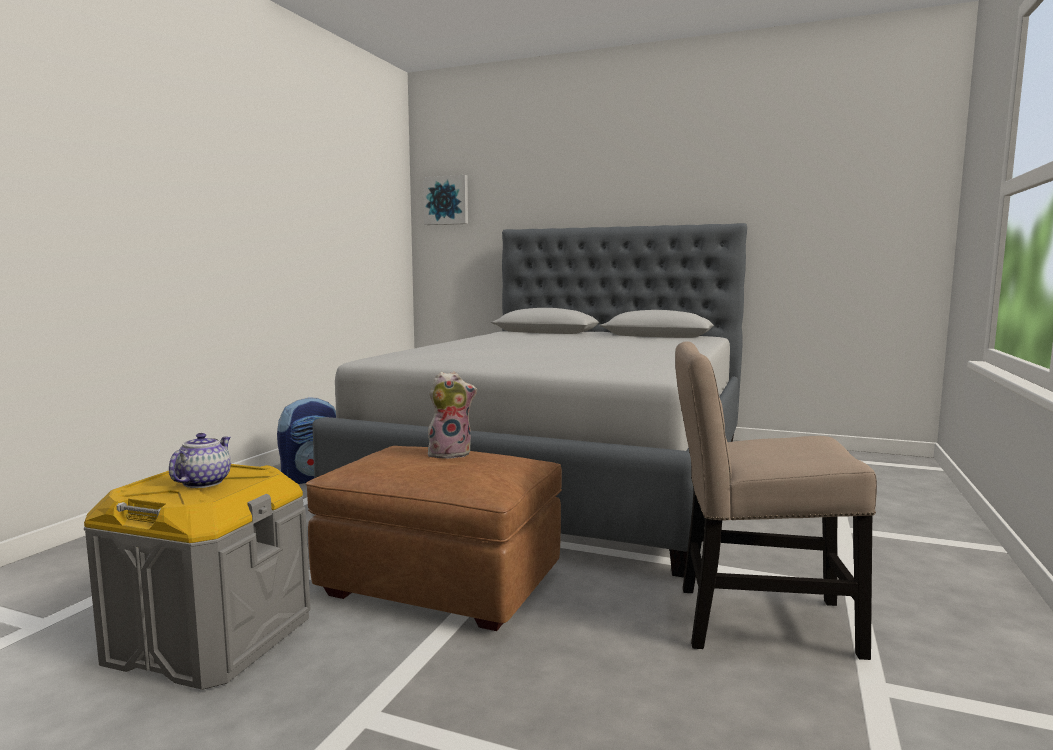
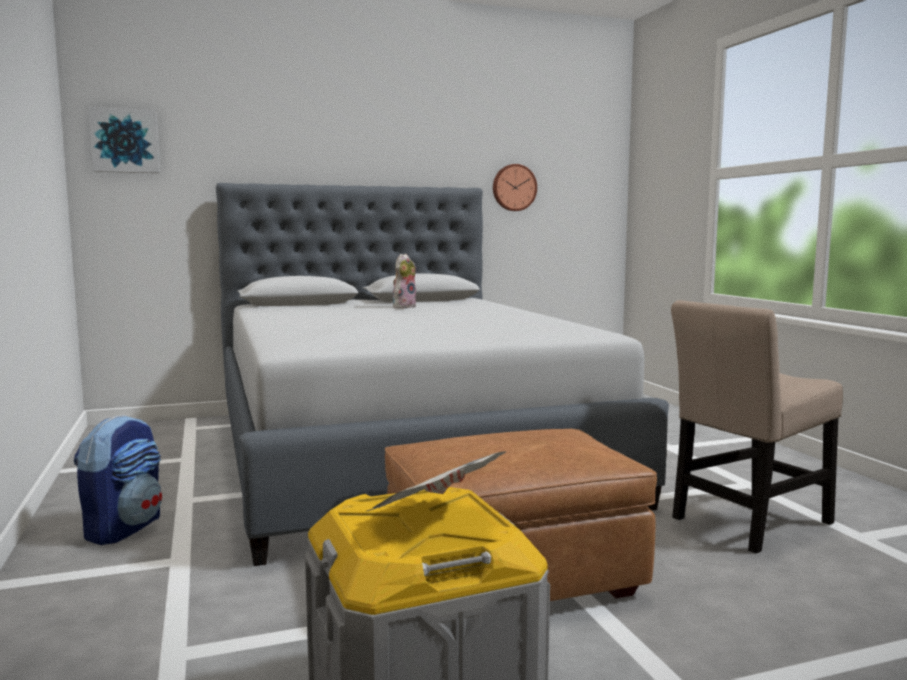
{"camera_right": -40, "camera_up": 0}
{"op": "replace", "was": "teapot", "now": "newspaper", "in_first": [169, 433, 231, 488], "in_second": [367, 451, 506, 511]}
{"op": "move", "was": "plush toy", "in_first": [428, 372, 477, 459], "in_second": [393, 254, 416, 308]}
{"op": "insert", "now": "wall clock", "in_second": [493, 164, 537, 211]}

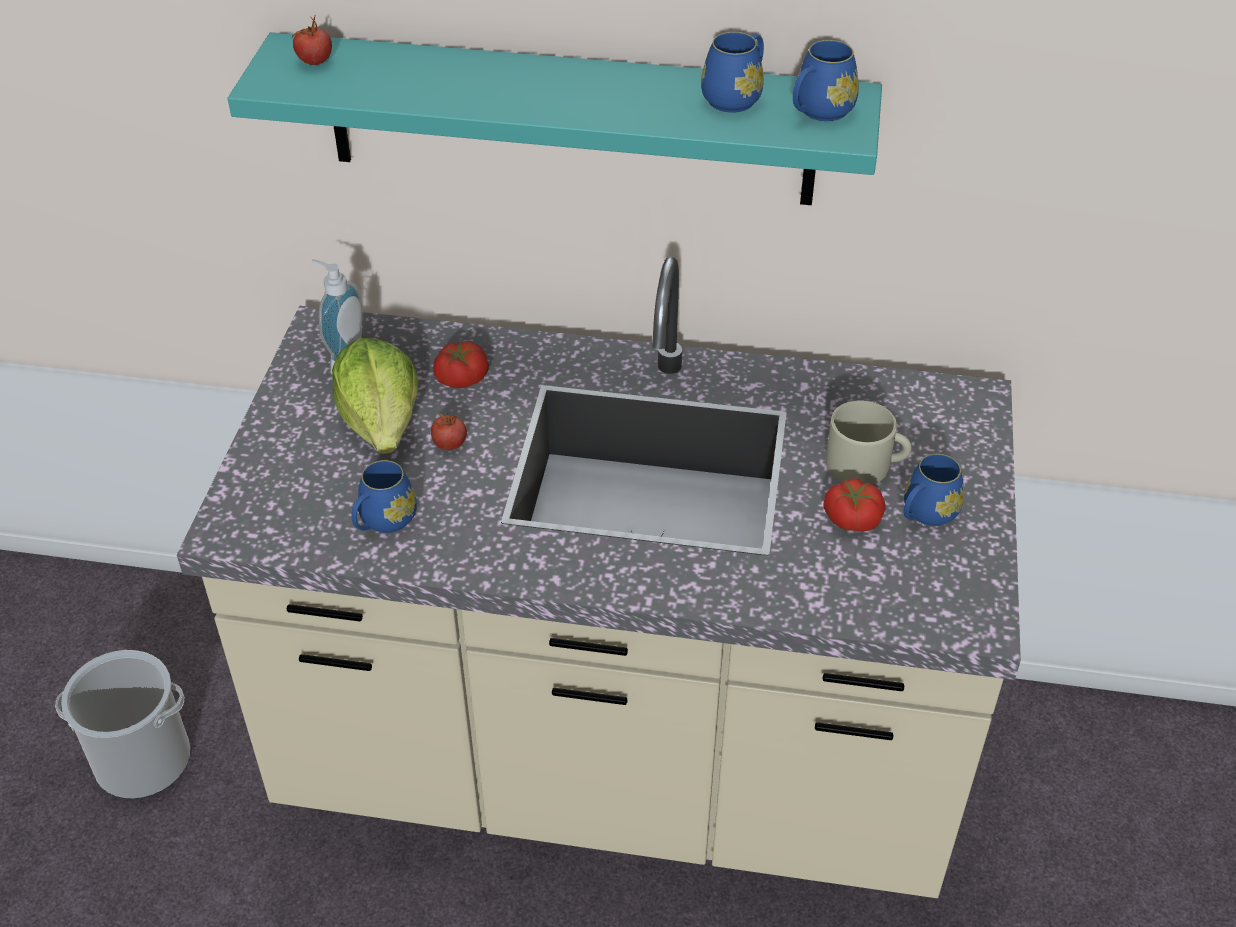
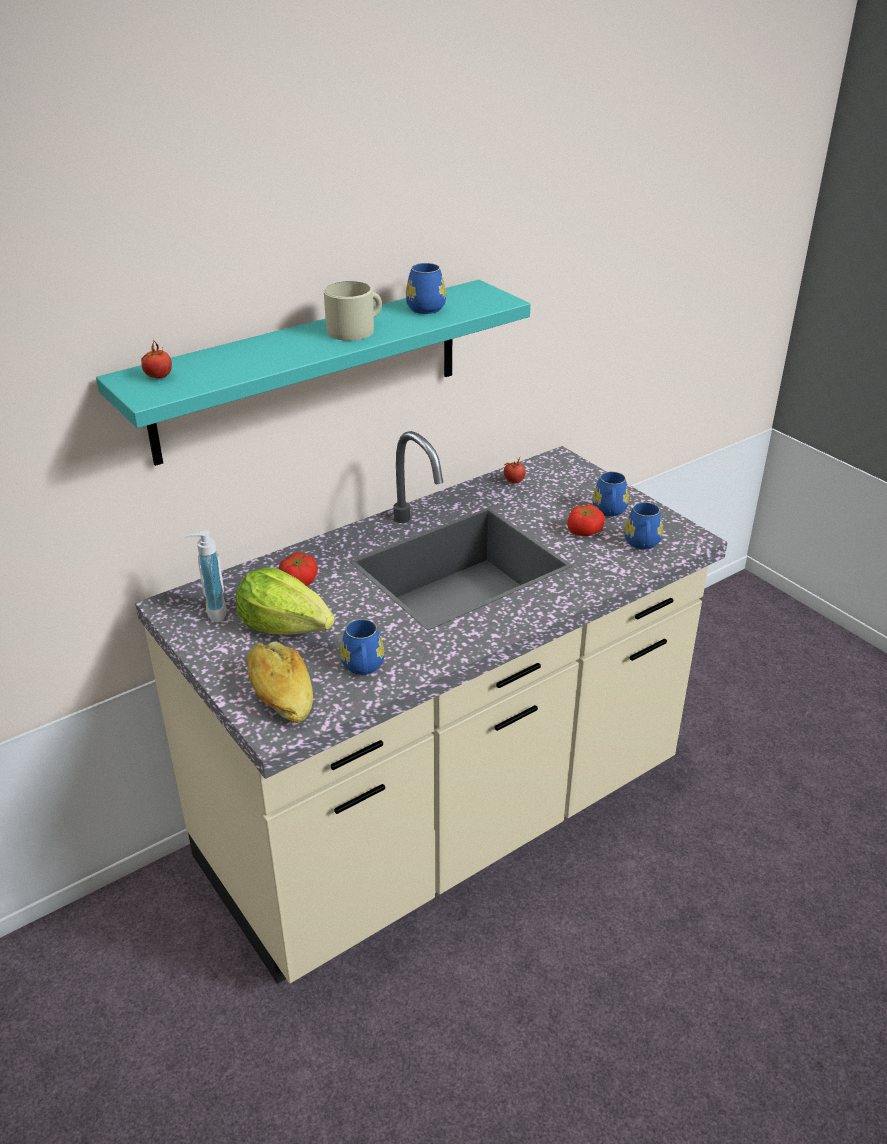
{"camera_right": -45, "camera_up": -10}
{"op": "delete", "was": "bucket", "in_first": [55, 650, 190, 799]}
{"op": "move", "was": "tomato", "in_first": [431, 413, 467, 450], "in_second": [504, 458, 526, 483]}
{"op": "move", "was": "blue mug", "in_first": [793, 40, 859, 121], "in_second": [624, 502, 663, 550]}
{"op": "move", "was": "beige mug", "in_first": [826, 400, 912, 485], "in_second": [324, 281, 382, 341]}
{"op": "insert", "now": "bread", "in_second": [247, 642, 313, 723]}

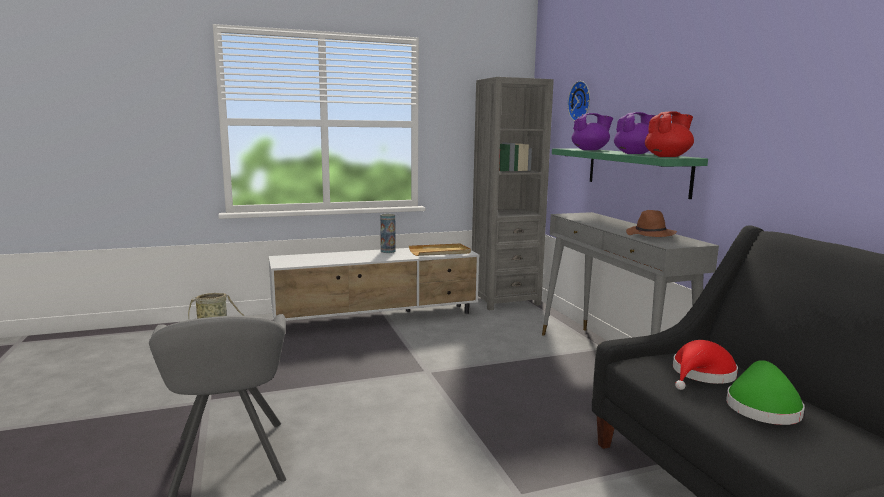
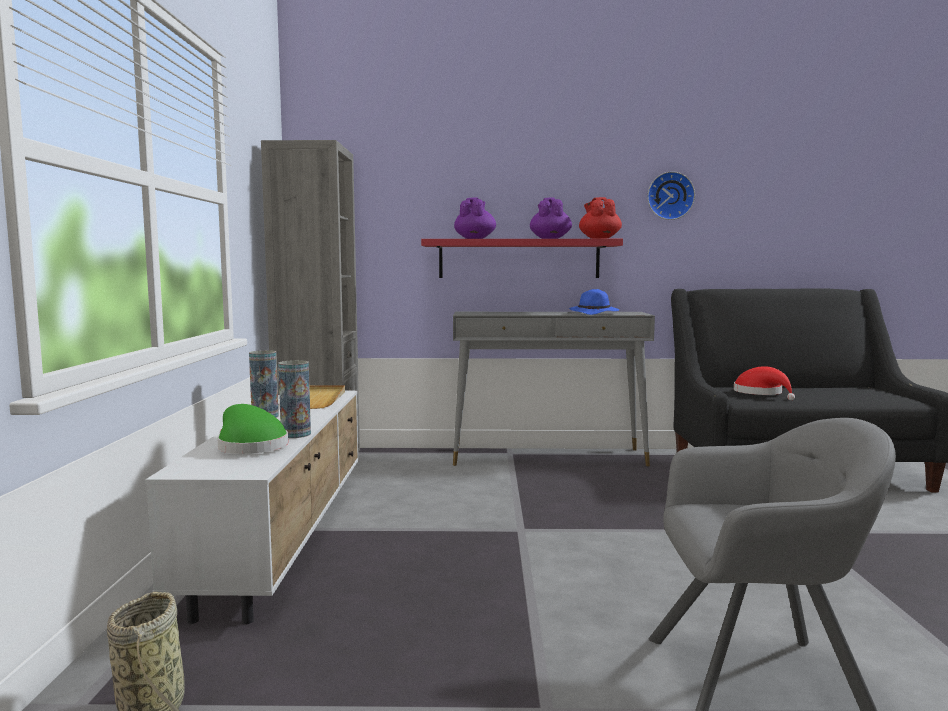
{"camera_right": -70, "camera_up": -5}
{"op": "recolor", "was": "green shelf", "now": "red shelf", "in_first": [552, 149, 708, 199], "in_second": [421, 239, 623, 278]}
{"op": "move", "was": "wall clock", "in_first": [568, 81, 590, 121], "in_second": [647, 171, 695, 220]}
{"op": "recolor", "was": "brown hat", "now": "blue hat", "in_first": [626, 210, 677, 237], "in_second": [569, 289, 619, 315]}
{"op": "move", "was": "green hat", "in_first": [726, 360, 805, 425], "in_second": [217, 404, 288, 454]}
{"op": "insert", "now": "vase", "in_second": [278, 360, 311, 438]}

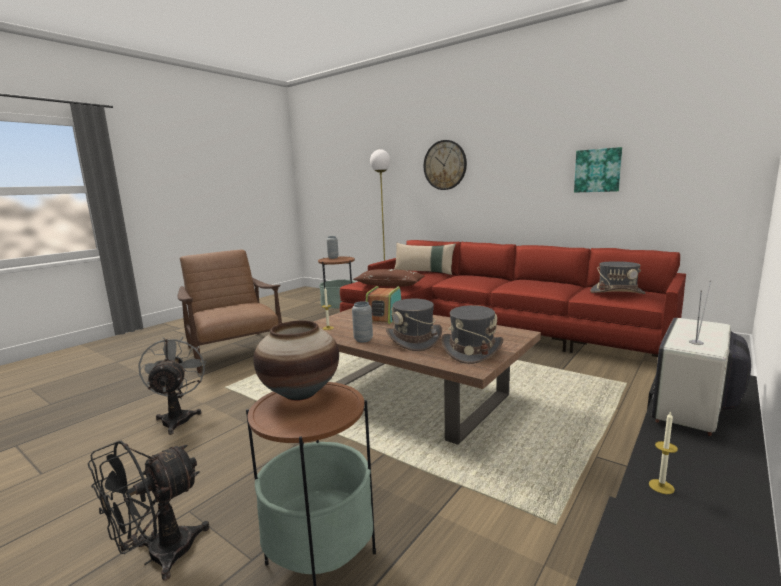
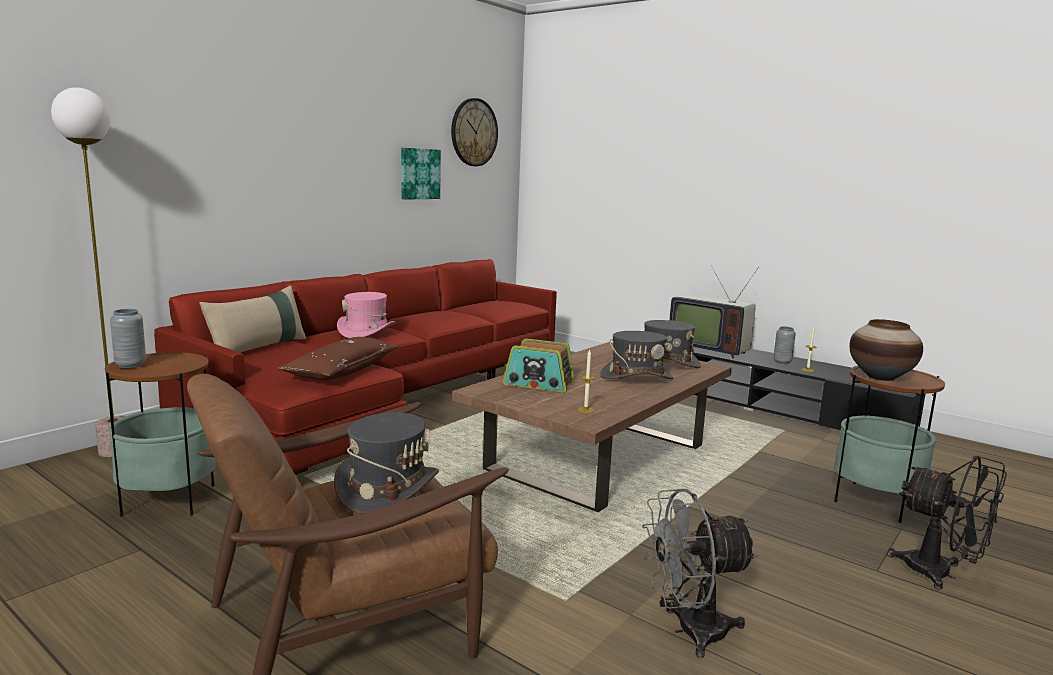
{"camera_right": -90, "camera_up": 0}
{"op": "move", "was": "grey vase", "in_first": [352, 301, 373, 343], "in_second": [773, 326, 796, 364]}
{"op": "move", "was": "wall clock", "in_first": [424, 140, 467, 190], "in_second": [451, 98, 498, 166]}
{"op": "move", "was": "grey hat", "in_first": [590, 261, 646, 294], "in_second": [334, 413, 439, 514]}
{"op": "insert", "now": "pink hat", "in_second": [337, 292, 395, 338]}

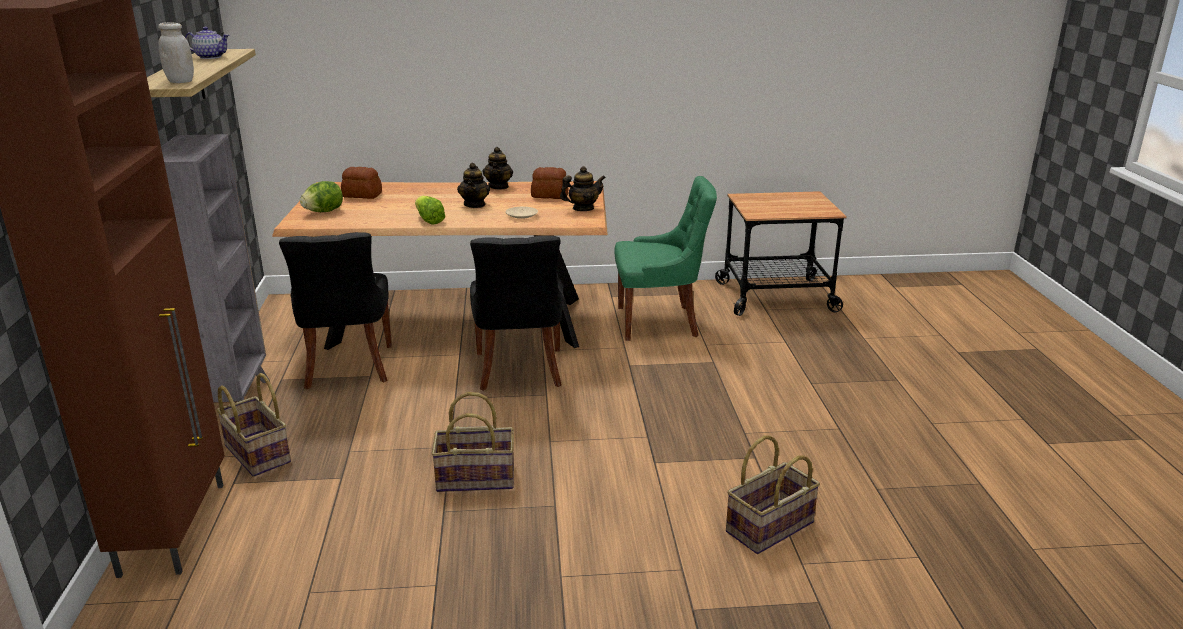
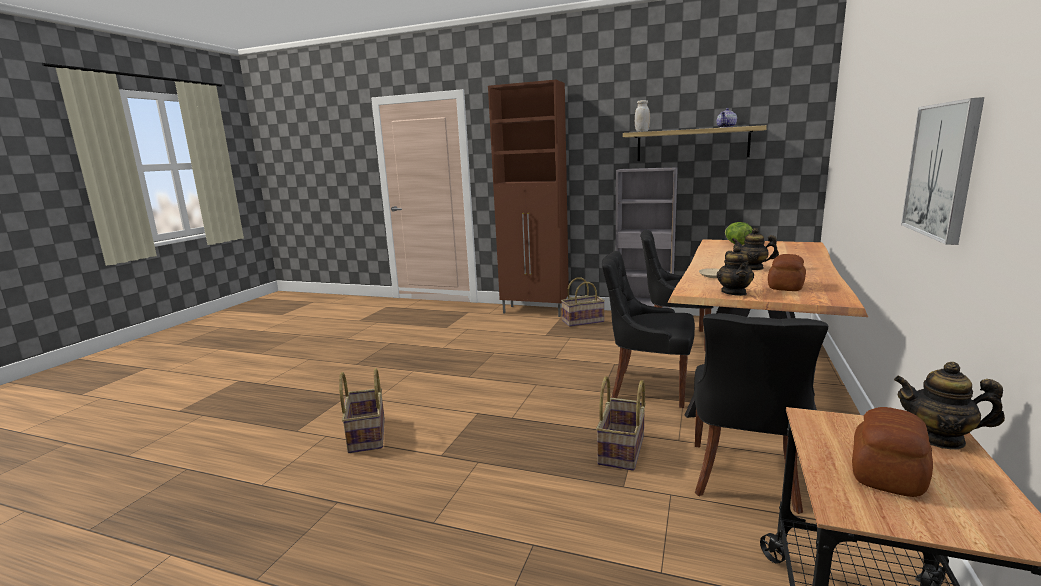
{"camera_right": 115, "camera_up": -10}
{"op": "move", "was": "bread", "in_first": [341, 167, 382, 199], "in_second": [852, 407, 933, 497]}
{"op": "delete", "was": "lettuce", "in_first": [415, 196, 445, 224]}
{"op": "move", "was": "basket", "in_first": [431, 392, 514, 492], "in_second": [596, 376, 646, 471]}
{"op": "move", "was": "teapot", "in_first": [482, 147, 513, 190], "in_second": [894, 362, 1005, 450]}
{"op": "recolor", "was": "green chair", "now": "black chair", "in_first": [614, 176, 717, 341], "in_second": [694, 313, 828, 514]}
{"op": "insert", "now": "picture", "in_second": [901, 97, 984, 245]}

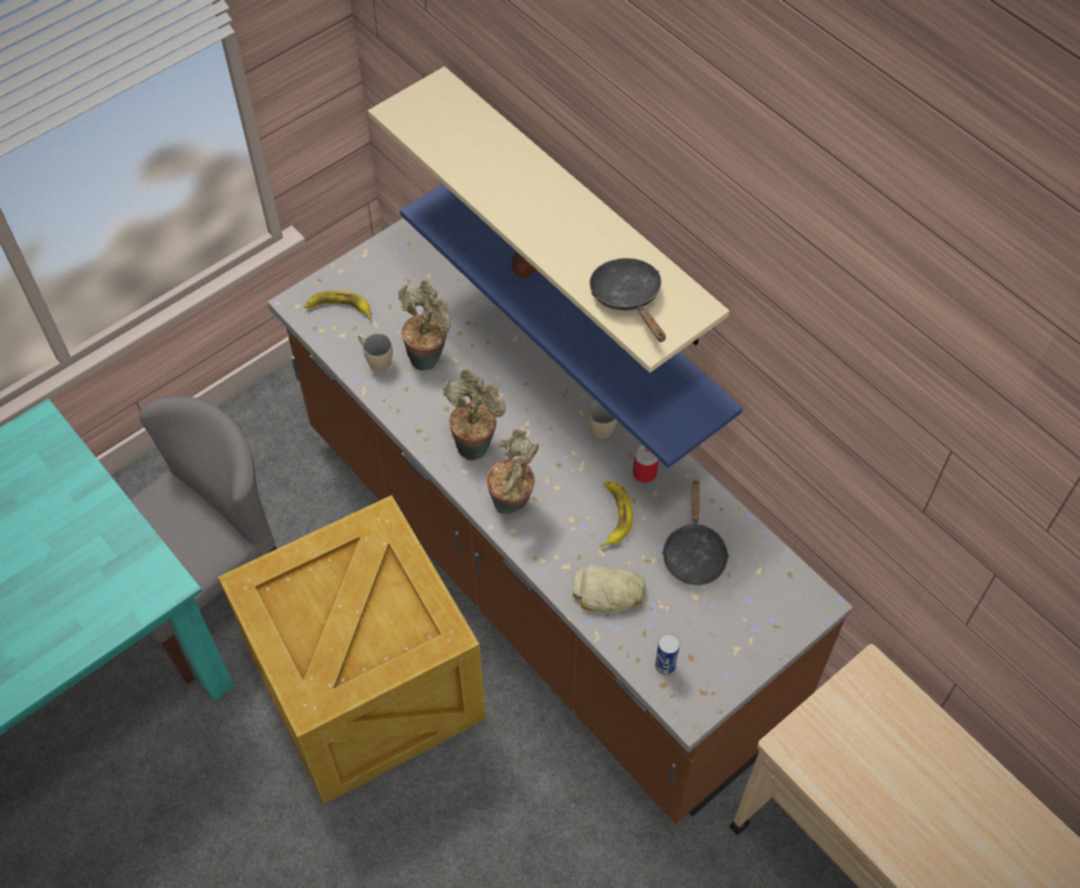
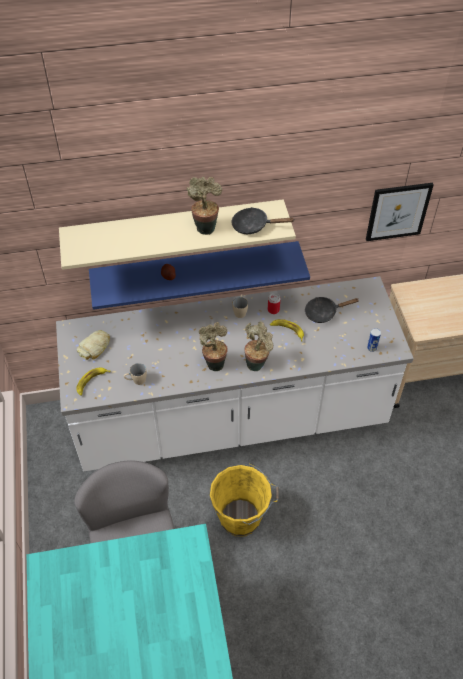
{"camera_right": -60, "camera_up": -5}
{"op": "replace", "was": "crate", "now": "yellow bucket", "in_first": [218, 495, 486, 804], "in_second": [210, 464, 279, 537]}
{"op": "recolor", "was": "brown counter", "now": "white counter", "in_first": [267, 218, 853, 824], "in_second": [56, 276, 414, 472]}
{"op": "move", "was": "potted plant", "in_first": [398, 280, 451, 371], "in_second": [187, 177, 222, 235]}
{"op": "move", "was": "bread", "in_first": [573, 565, 645, 612], "in_second": [77, 330, 110, 360]}
{"op": "rotate", "was": "black frying pan", "in_first": [662, 479, 729, 586], "in_second": [305, 297, 359, 323], "clockwise": 135}
{"op": "insert", "now": "picture", "in_second": [366, 183, 434, 241]}

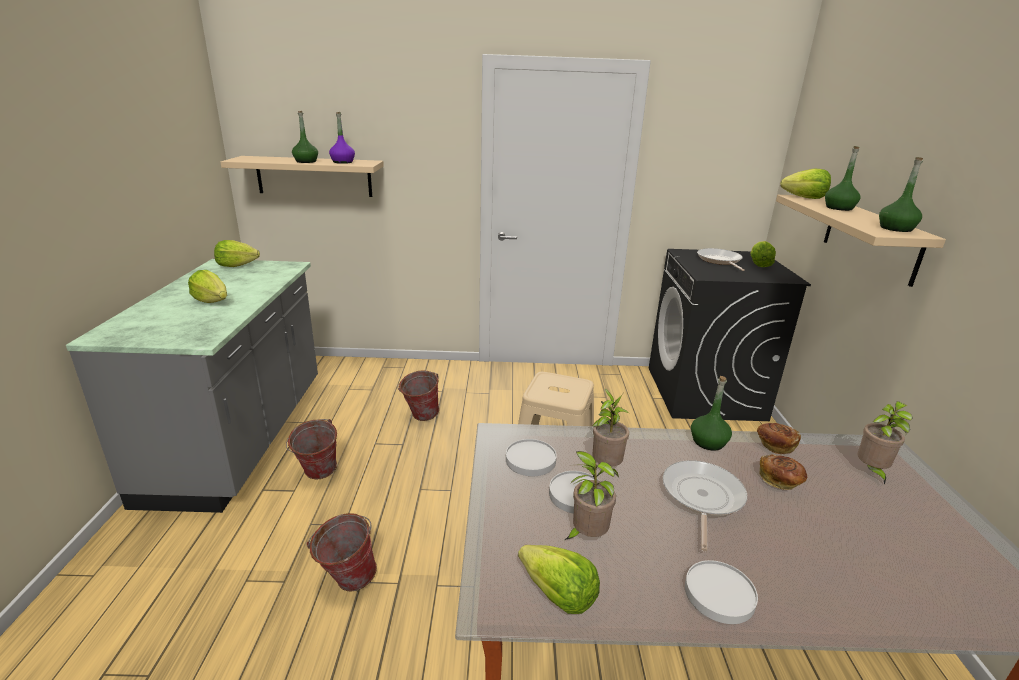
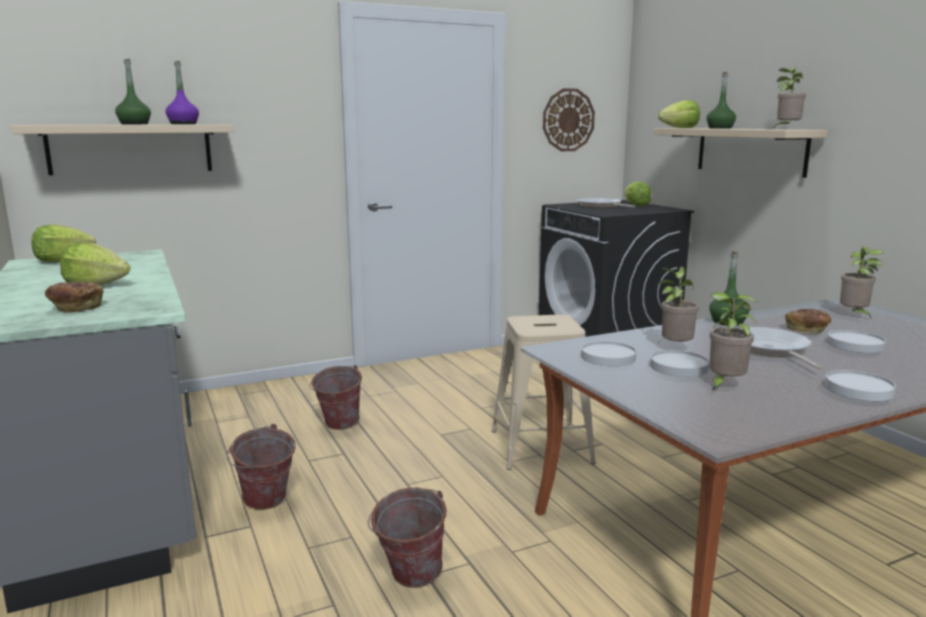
{"camera_right": -25, "camera_up": -10}
{"op": "delete", "was": "lettuce", "in_first": [518, 545, 600, 614]}
{"op": "move", "was": "bread", "in_first": [757, 423, 801, 454], "in_second": [45, 282, 103, 313]}
{"op": "replace", "was": "green bottle", "now": "potted plant", "in_first": [879, 157, 923, 232], "in_second": [773, 67, 806, 129]}
{"op": "insert", "now": "wall clock", "in_second": [543, 88, 595, 151]}
{"op": "insert", "now": "white plate", "in_second": [827, 330, 886, 353]}

